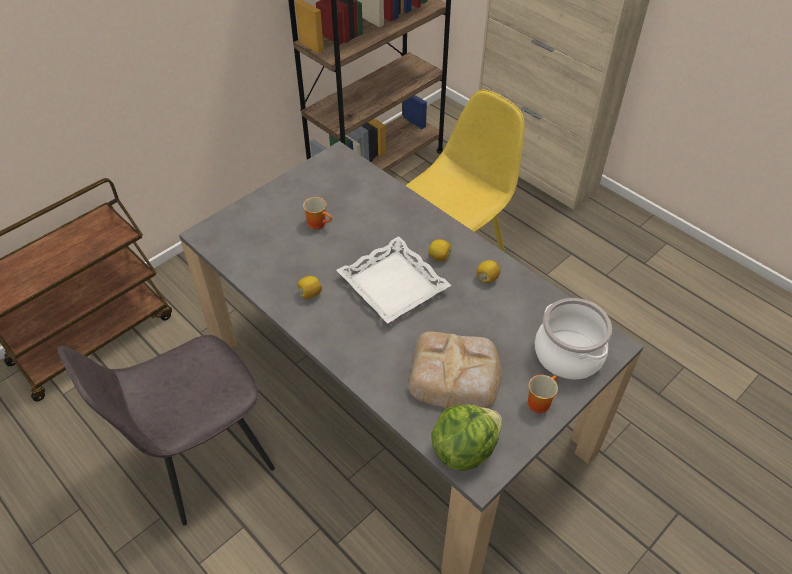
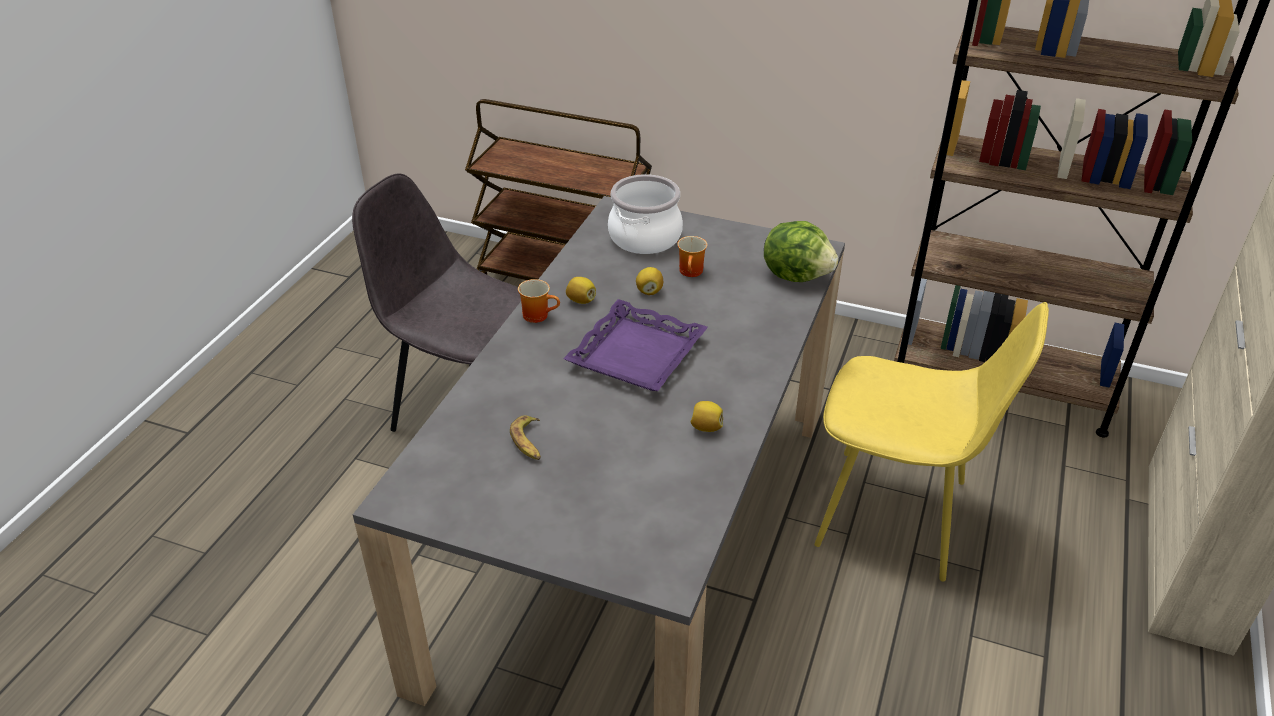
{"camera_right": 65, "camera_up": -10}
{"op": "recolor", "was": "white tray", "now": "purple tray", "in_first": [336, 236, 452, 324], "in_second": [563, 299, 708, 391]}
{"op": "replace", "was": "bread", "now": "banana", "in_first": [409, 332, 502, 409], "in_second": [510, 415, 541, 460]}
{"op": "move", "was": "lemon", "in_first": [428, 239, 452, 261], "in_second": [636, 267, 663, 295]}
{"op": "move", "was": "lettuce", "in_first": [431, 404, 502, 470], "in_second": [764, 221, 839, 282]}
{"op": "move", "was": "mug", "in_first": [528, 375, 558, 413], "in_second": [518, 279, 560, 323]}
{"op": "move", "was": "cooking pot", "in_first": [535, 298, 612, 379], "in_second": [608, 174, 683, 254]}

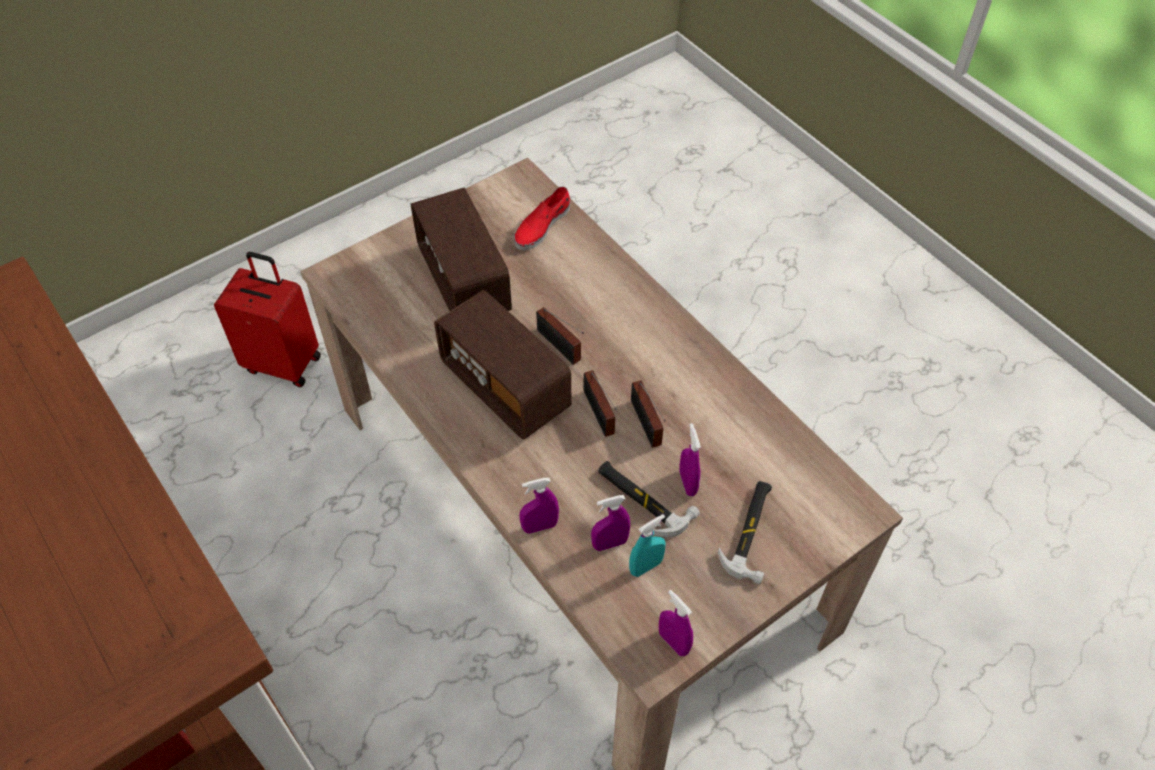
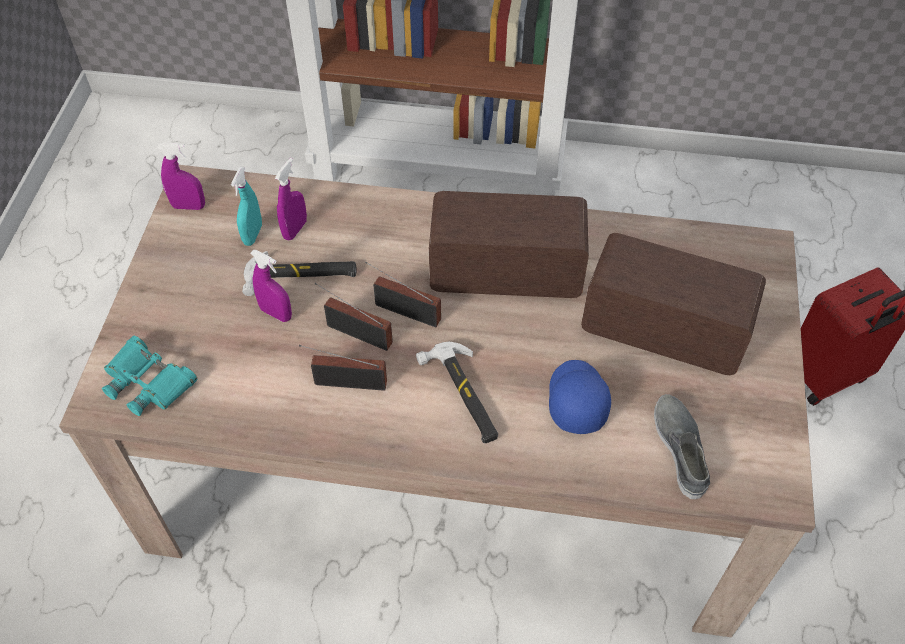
{"camera_right": 135, "camera_up": 0}
{"op": "recolor", "was": "red shoe", "now": "grey shoe", "in_first": [514, 186, 570, 250], "in_second": [654, 394, 710, 499]}
{"op": "delete", "was": "purple spray bottle", "in_first": [519, 478, 559, 534]}
{"op": "move", "was": "radio", "in_first": [536, 307, 584, 365], "in_second": [299, 345, 387, 391]}
{"op": "move", "was": "hammer", "in_first": [718, 481, 772, 584], "in_second": [416, 342, 498, 443]}
{"op": "insert", "now": "turquoise binoculars", "in_second": [102, 336, 198, 416]}
{"op": "insert", "now": "blue cap", "in_second": [549, 360, 611, 434]}

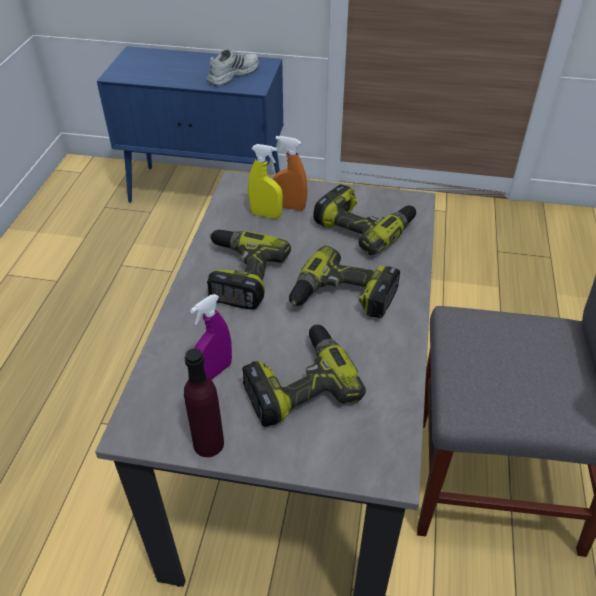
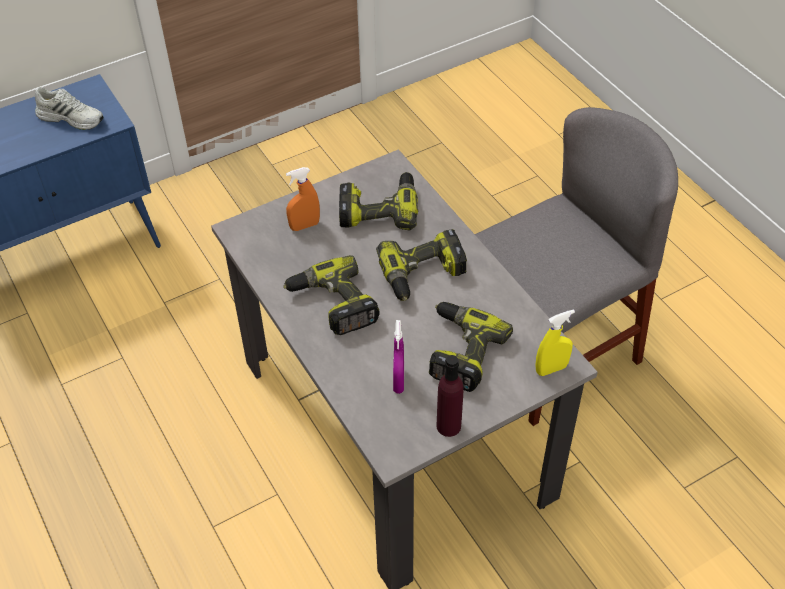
{"camera_right": -40, "camera_up": 5}
{"op": "rotate", "was": "white shoe", "in_first": [207, 49, 259, 86], "in_second": [35, 87, 104, 130], "clockwise": 105}
{"op": "move", "was": "yellow spray bottle", "in_first": [248, 144, 283, 219], "in_second": [535, 309, 575, 376]}

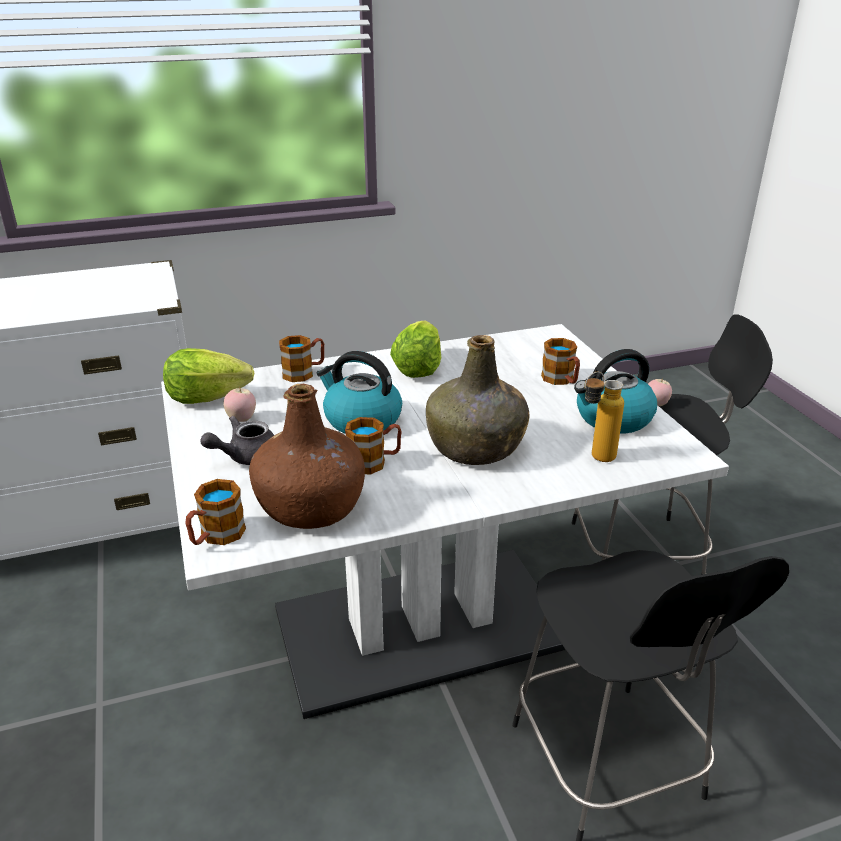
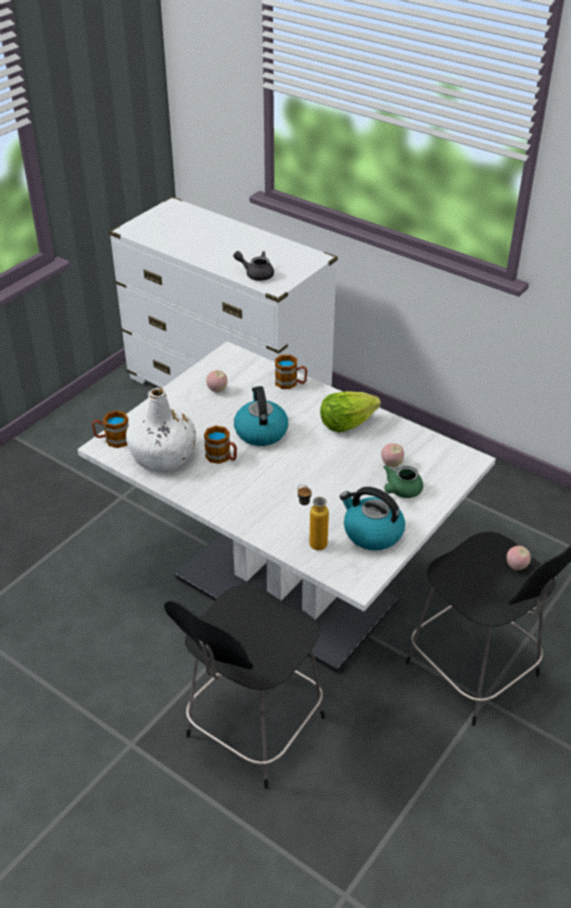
{"camera_right": 55, "camera_up": 10}
{"op": "delete", "was": "lettuce", "in_first": [163, 348, 254, 404]}
{"op": "move", "was": "grey teapot", "in_first": [200, 416, 274, 465], "in_second": [233, 251, 274, 281]}
{"op": "recolor", "was": "brown bottle", "now": "white bottle", "in_first": [249, 384, 365, 529], "in_second": [126, 388, 196, 472]}
{"op": "delete", "was": "green bottle", "in_first": [426, 335, 529, 465]}
{"op": "replace", "was": "mug", "now": "green teapot", "in_first": [541, 338, 580, 385], "in_second": [383, 465, 423, 498]}
{"op": "insert", "now": "apple", "in_second": [381, 443, 404, 467]}

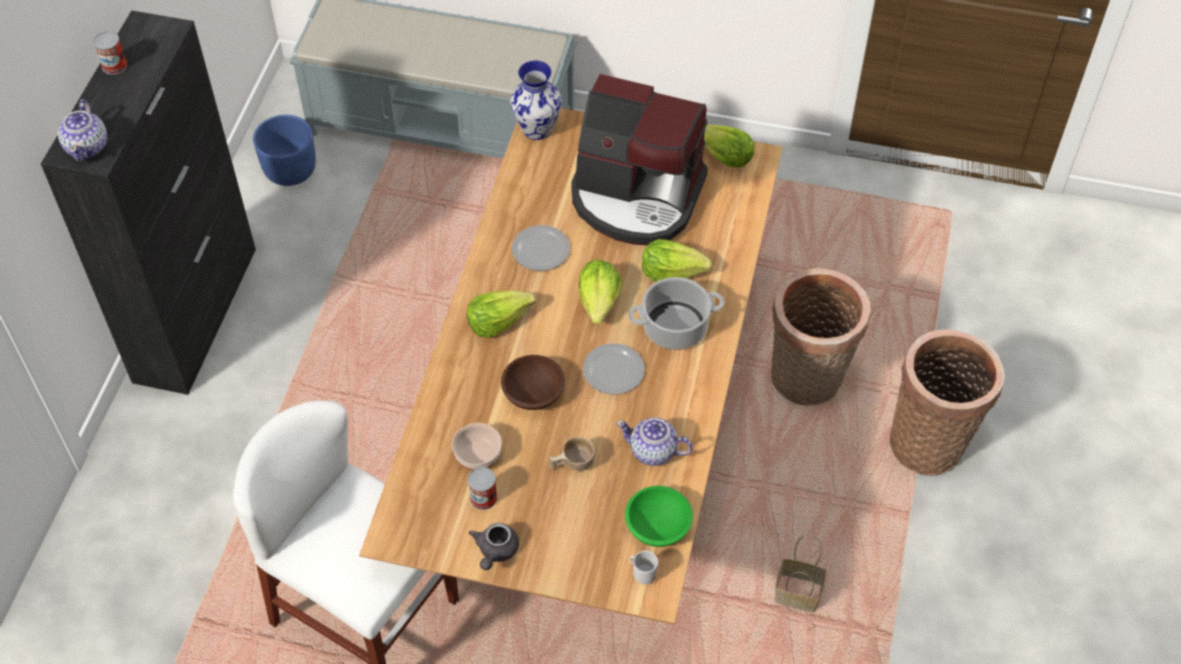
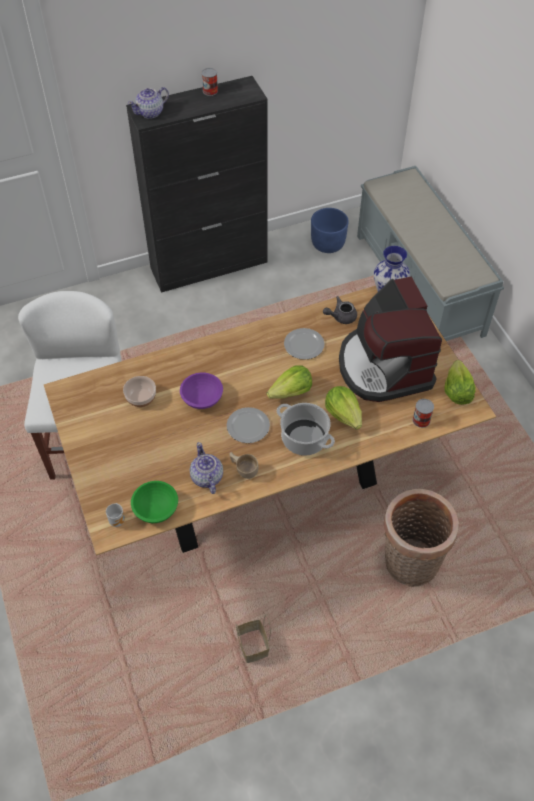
{"camera_right": 55, "camera_up": 0}
{"op": "delete", "was": "lettuce", "in_first": [467, 290, 535, 338]}
{"op": "move", "was": "can", "in_first": [468, 467, 497, 510], "in_second": [412, 399, 434, 428]}
{"op": "move", "was": "grey teapot", "in_first": [469, 523, 519, 570], "in_second": [323, 296, 357, 324]}
{"op": "recolor", "was": "brown bowl", "now": "purple bowl", "in_first": [501, 355, 565, 410], "in_second": [180, 373, 223, 409]}
{"op": "move", "was": "beige cup", "in_first": [549, 437, 595, 471], "in_second": [230, 452, 259, 479]}
{"op": "delete", "was": "basket", "in_first": [890, 330, 1005, 476]}

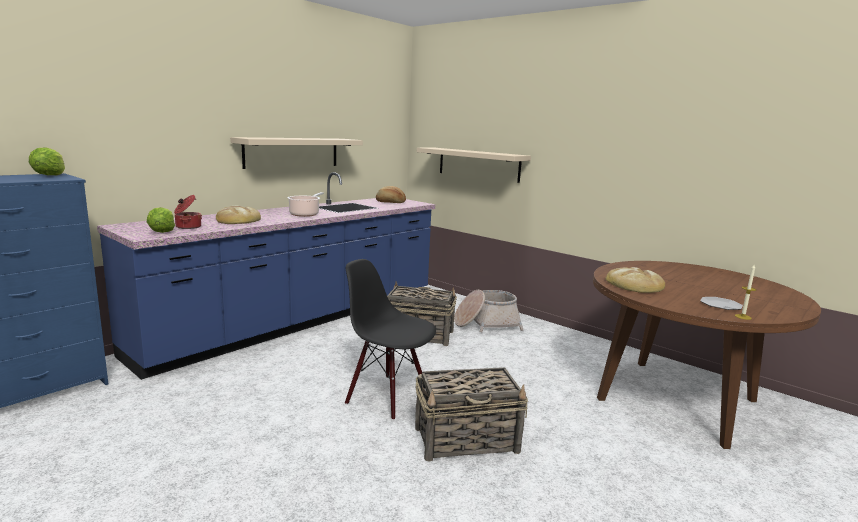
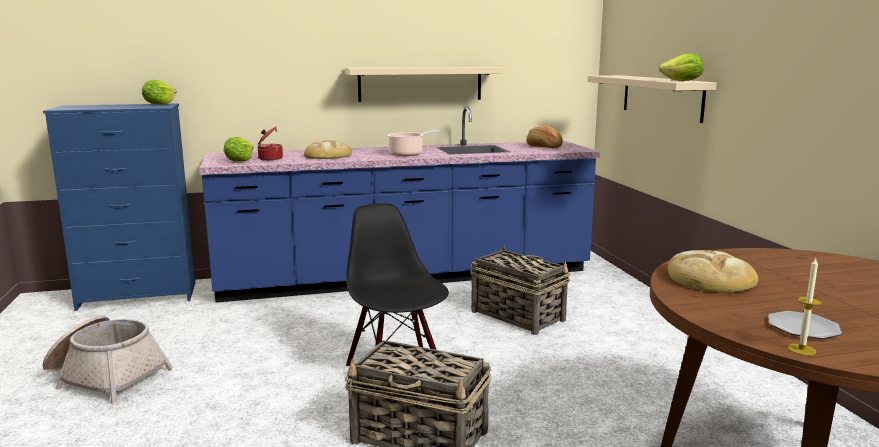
{"camera_right": 35, "camera_up": 0}
{"op": "move", "was": "basket", "in_first": [454, 290, 523, 332], "in_second": [42, 316, 173, 403]}
{"op": "insert", "now": "lettuce", "in_second": [659, 53, 704, 81]}

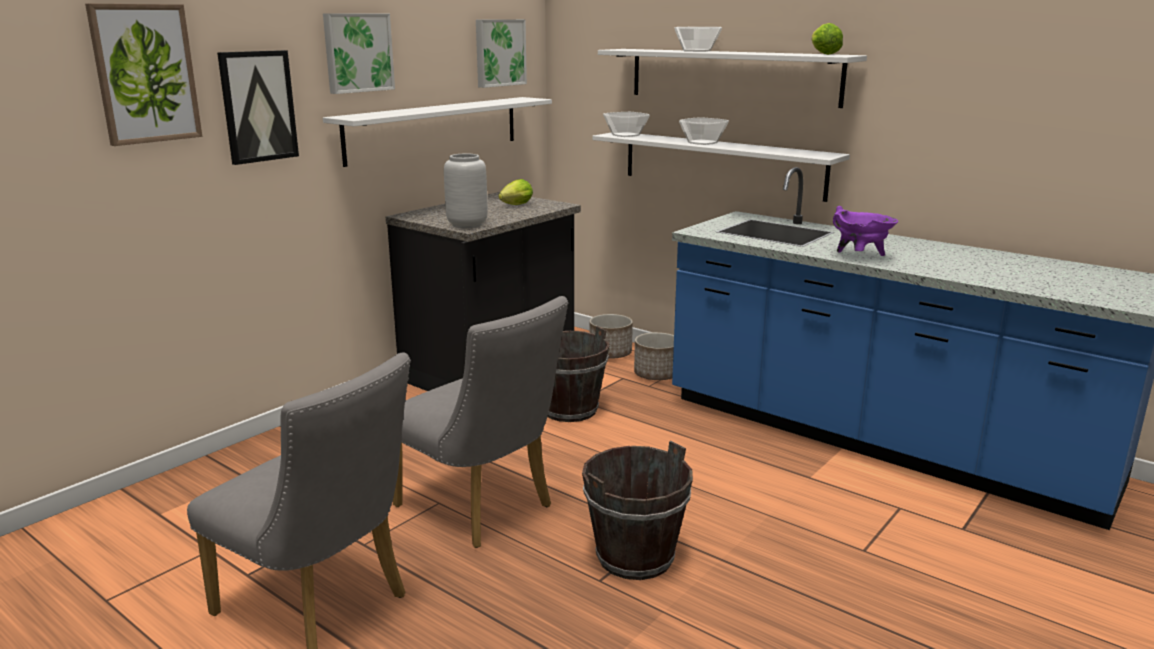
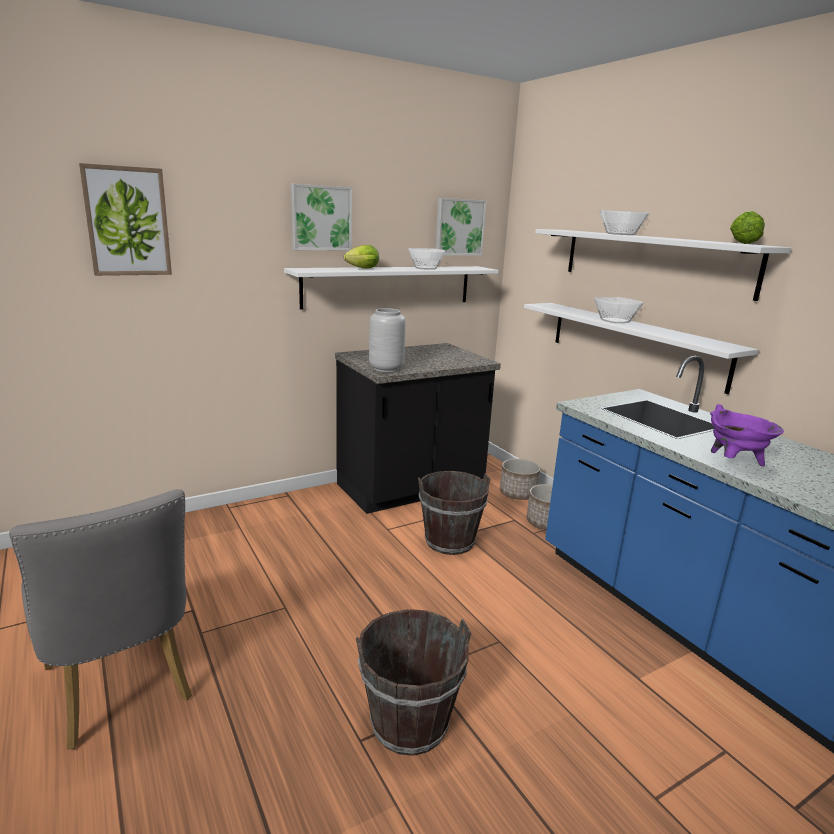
{"camera_right": 20, "camera_up": 0}
{"op": "delete", "was": "picture", "in_first": [217, 50, 299, 165]}
{"op": "delete", "was": "grey chair", "in_first": [393, 296, 568, 548]}
{"op": "move", "was": "lettuce", "in_first": [498, 179, 533, 205], "in_second": [344, 245, 379, 269]}
{"op": "move", "was": "bowl", "in_first": [603, 112, 650, 137], "in_second": [408, 248, 445, 270]}

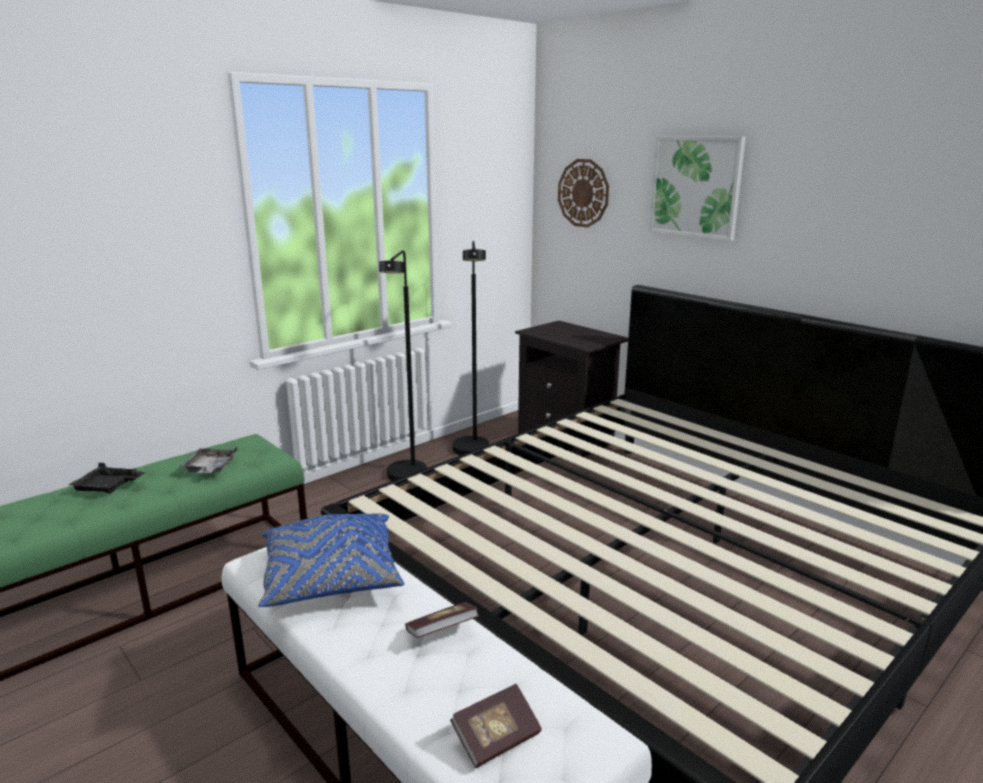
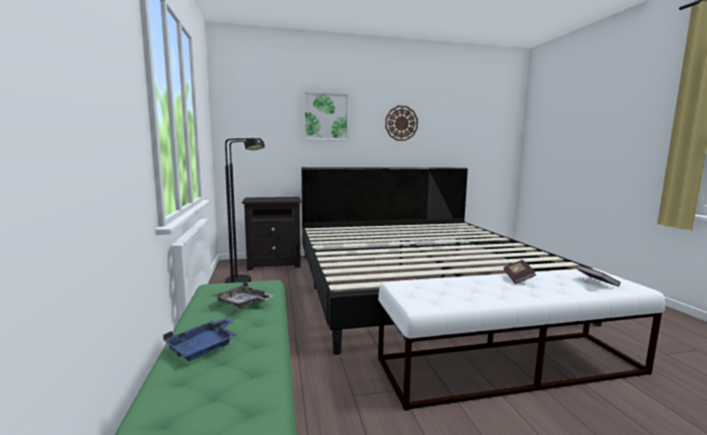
{"camera_right": -60, "camera_up": -10}
{"op": "recolor", "was": "black tray", "now": "blue tray", "in_first": [69, 463, 146, 493], "in_second": [163, 318, 236, 361]}
{"op": "delete", "was": "blue pillow", "in_first": [258, 513, 404, 607]}
{"op": "move", "was": "wall clock", "in_first": [558, 159, 609, 228], "in_second": [385, 106, 418, 141]}

